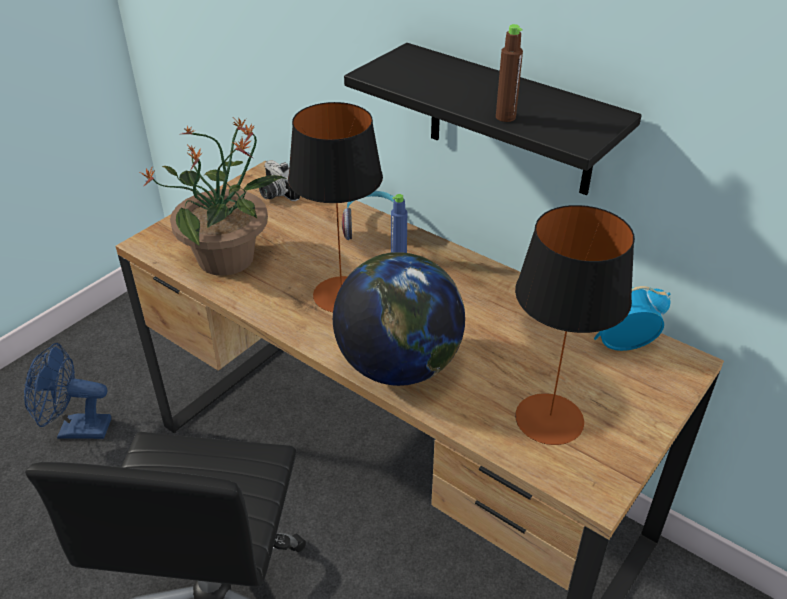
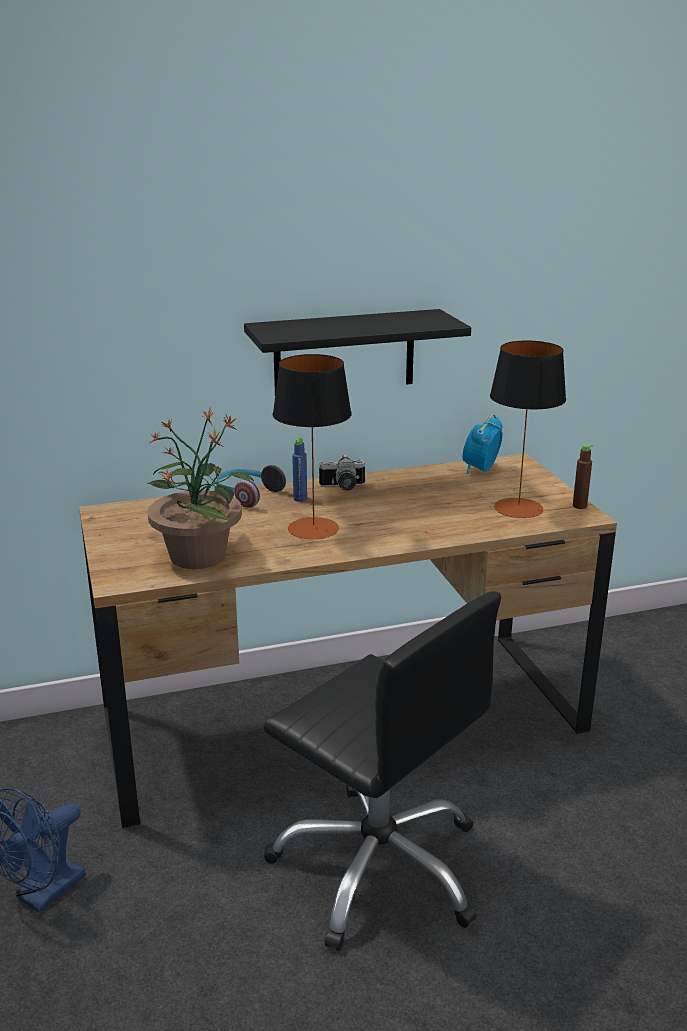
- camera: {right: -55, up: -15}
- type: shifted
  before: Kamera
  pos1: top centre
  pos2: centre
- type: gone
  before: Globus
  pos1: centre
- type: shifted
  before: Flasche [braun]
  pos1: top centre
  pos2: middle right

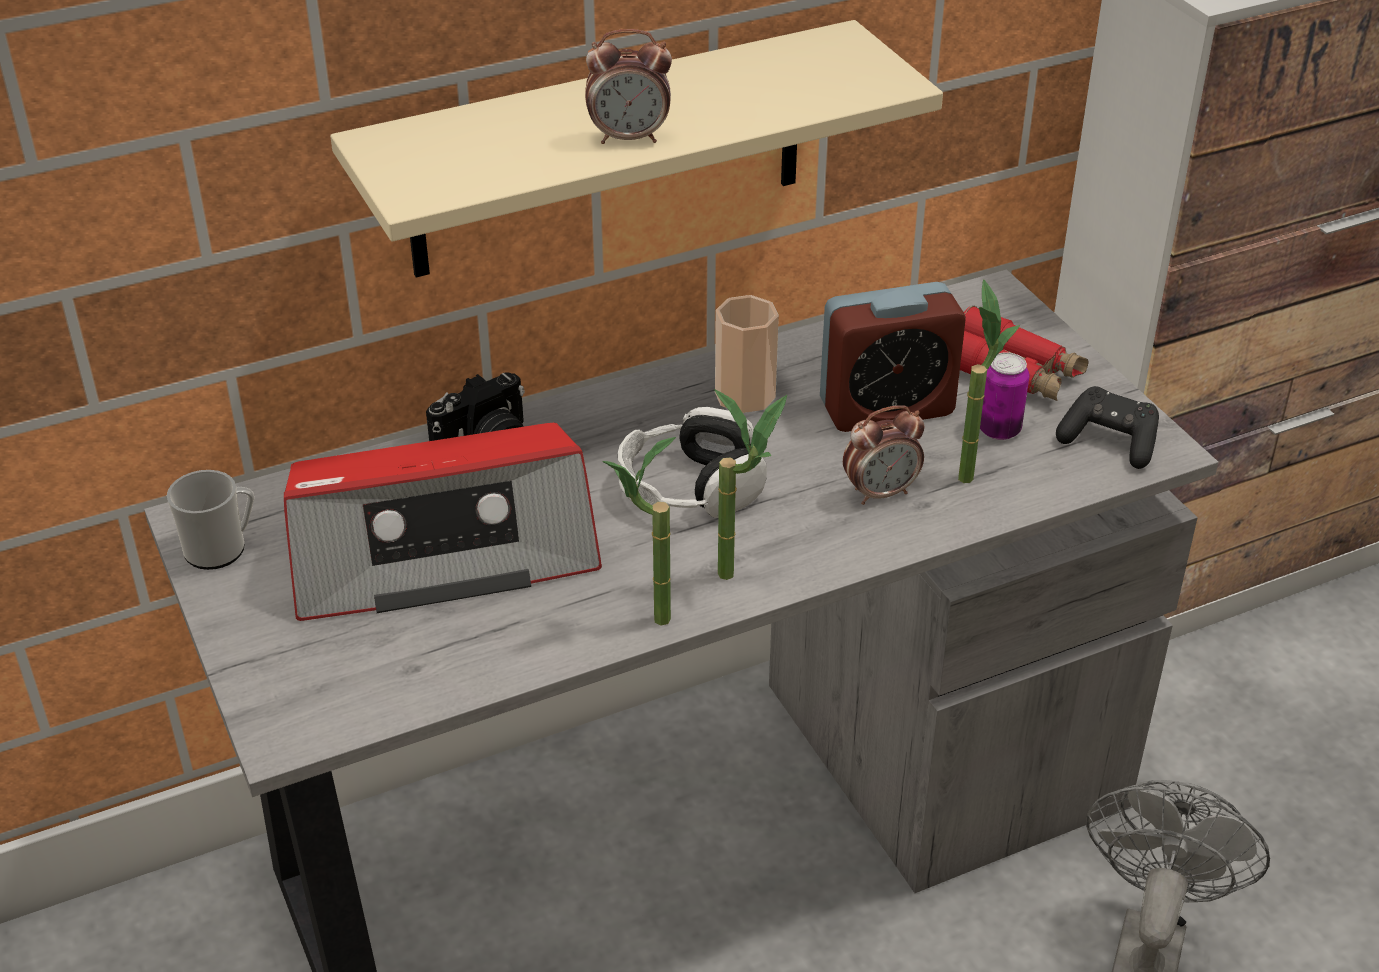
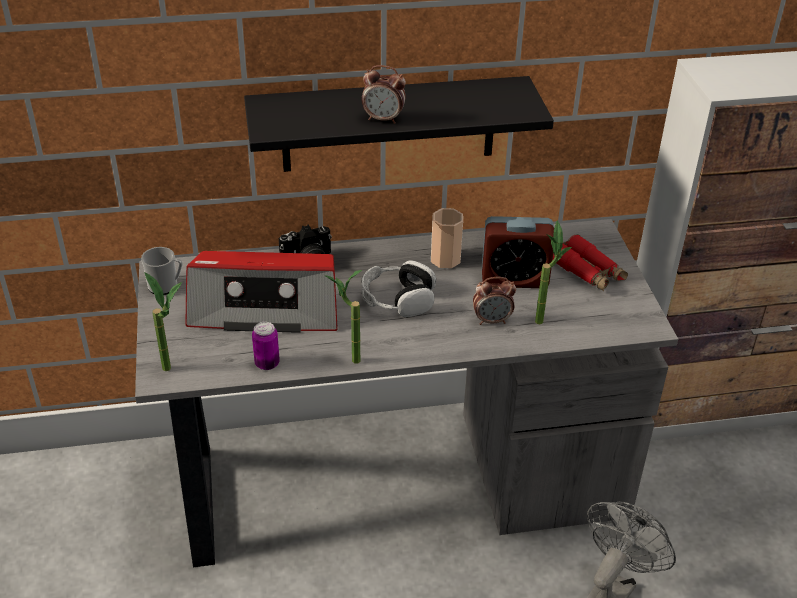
- camera: {right: 15, up: 0}
- type: repainted
  before: Wandregal [beige]
  after: Wandregal [schwarz]
  pos1: top centre
  pos2: top centre
- type: shifted
  before: Topfpflanze (no. 2 from left in the first image)
  after: Topfpflanze (no. 1 from left)
  pos1: centre
  pos2: middle left
- type: shifted
  before: Dose
  pos1: middle right
  pos2: centre
- type: gone
  before: Gamepad [schwarz]
  pos1: middle right

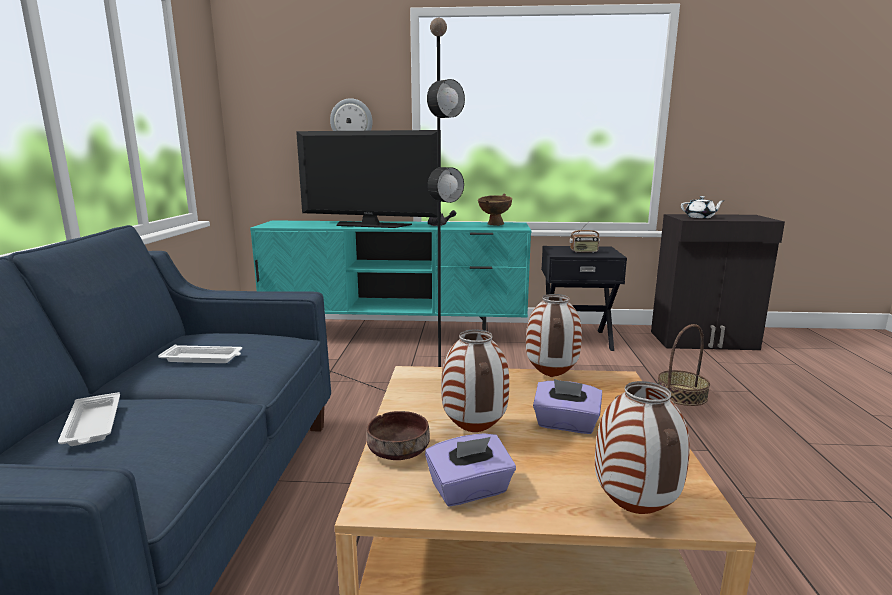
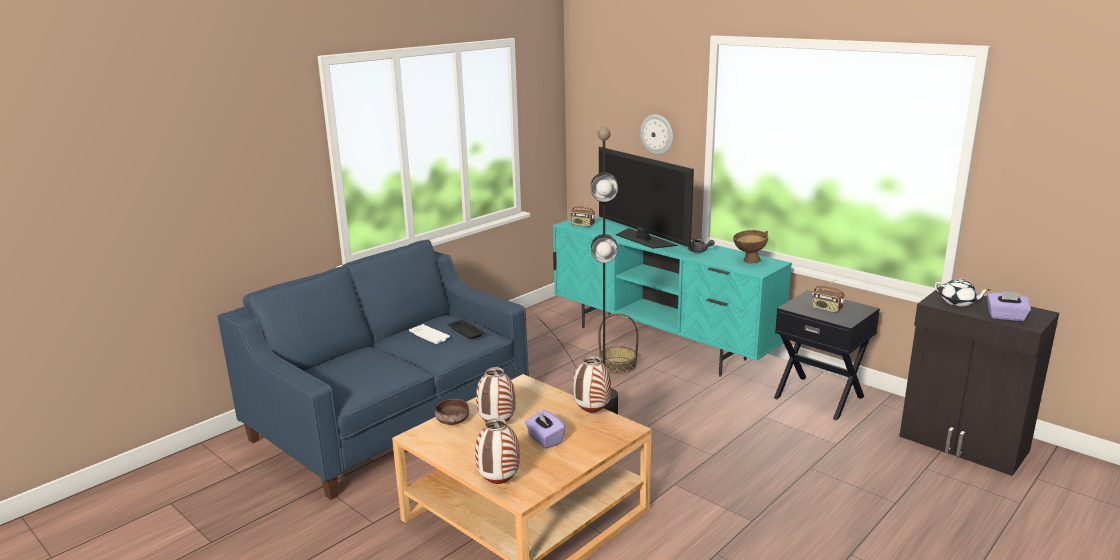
- camera: {right: 40, up: 5}
- type: gone
  before: Tablett [weiß] (no. 1 from left)
  pos1: bottom left
- type: shifted
  before: Taschentuchbox [lila] (no. 1 from left in the first image)
  after: Taschentuchbox [lila] (no. 2 from left)
  pos1: bottom centre
  pos2: middle right
- type: shifted
  before: Korb
  pos1: middle right
  pos2: centre
- type: new
  after: Tablett [schwarz]
  pos2: centre
- type: new
  after: Radio (no. 1 from left)
  pos2: centre

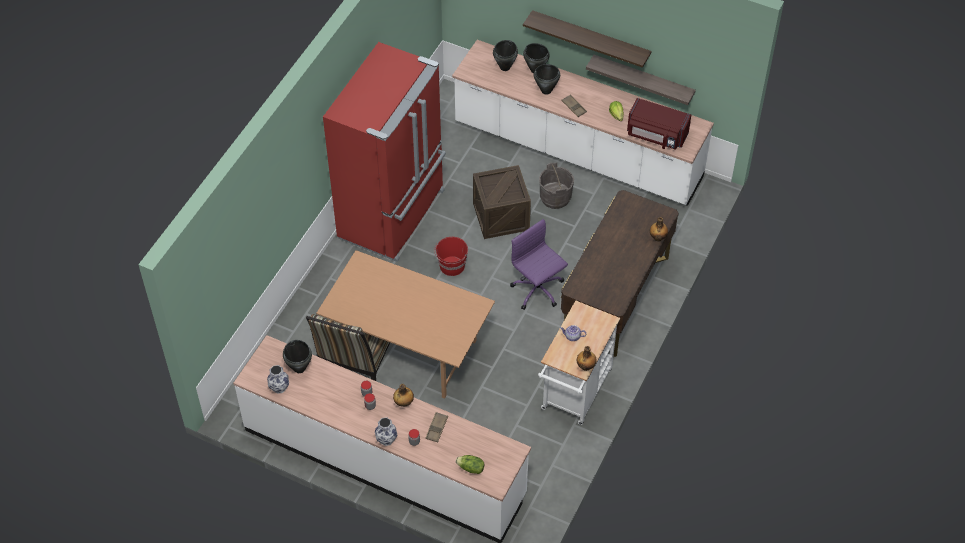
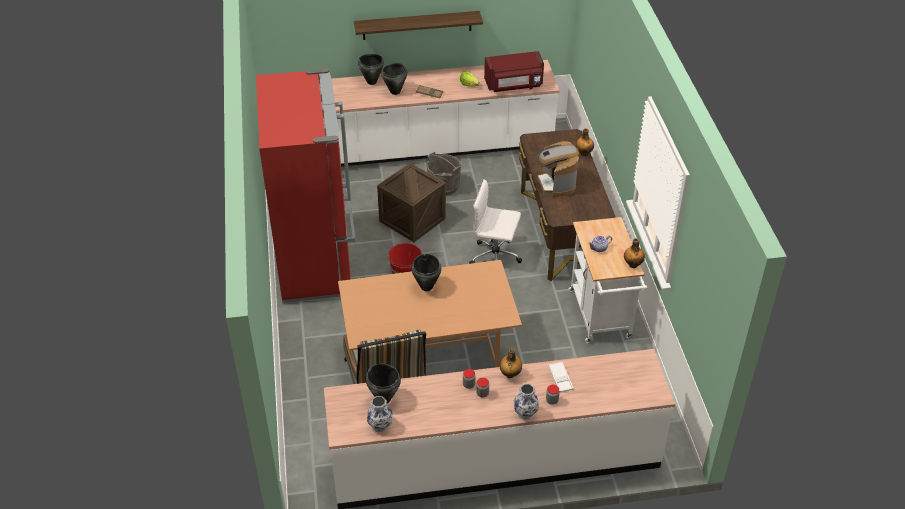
- camera: {right: -35, up: -10}
- type: repainted
  before: Tablett [braun] (no. 1 from left)
  after: Tablett [weiß]
  pos1: bottom centre
  pos2: bottom centre
- type: gone
  before: Salatkopf (no. 1 from left)
  pos1: bottom centre
- type: shifted
  before: Kochtopf [schwarz] (no. 2 from left in the first image)
  after: Kochtopf [schwarz] (no. 4 from left)
  pos1: top centre
  pos2: centre
- type: repainted
  before: Bürostuhl [lila]
  after: Bürostuhl [weiß]
  pos1: centre
  pos2: centre
- type: gone
  before: Wandregal (no. 2 from left)
  pos1: top centre
- type: new
  after: Kaffeemaschine
  pos2: top centre

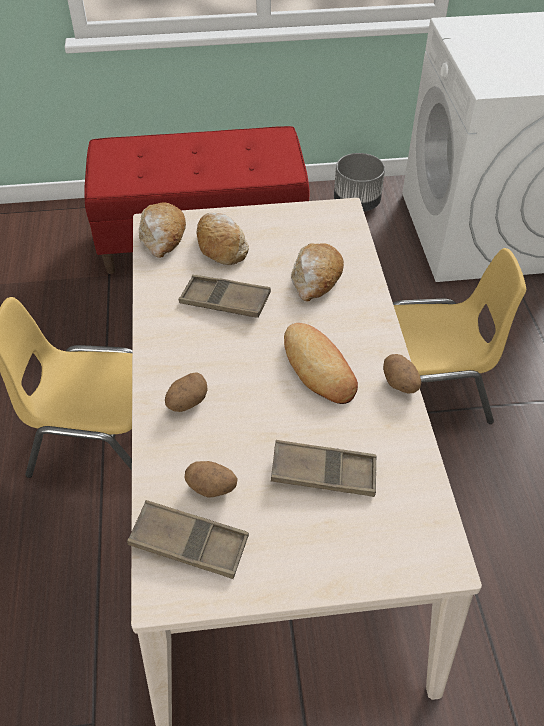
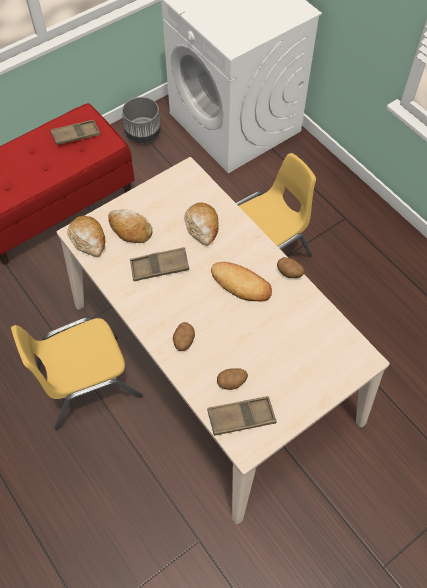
- camera: {right: -30, up: 10}
- type: shifted
  before: Tablett [braun] (no. 3 from left in the first image)
  after: Tablett [braun] (no. 1 from left)
  pos1: centre
  pos2: top left

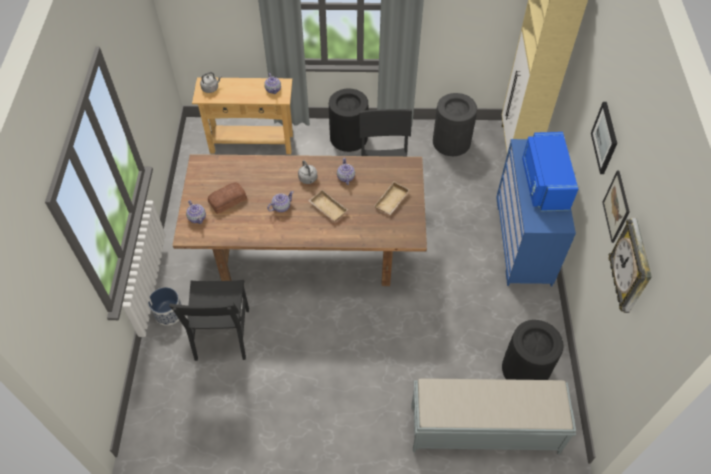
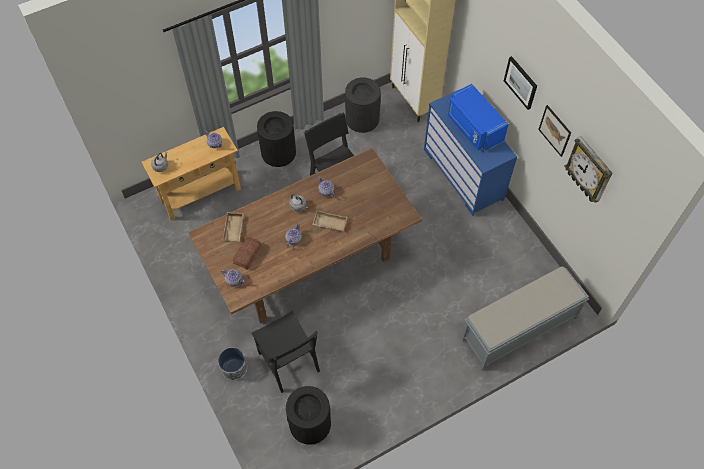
- camera: {right: -30, up: 5}
- type: shifted
  before: Tablett [beige] (no. 2 from left in the first image)
  after: Tablett [beige] (no. 1 from left)
  pos1: centre
  pos2: middle left
- type: shifted
  before: Mülleimer [schwarz] (no. 3 from left in the first image)
  after: Mülleimer [schwarz] (no. 2 from left)
  pos1: bottom right
  pos2: bottom centre

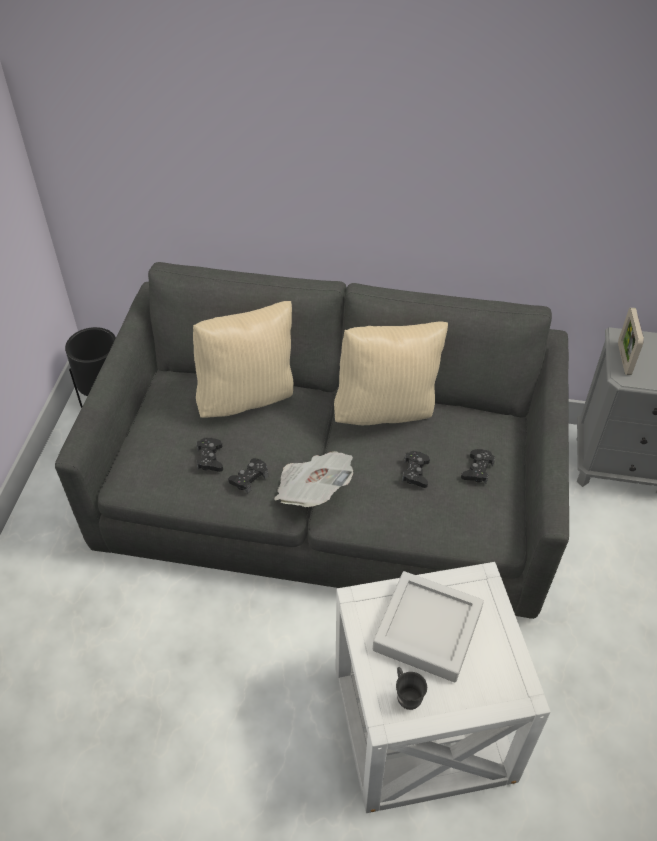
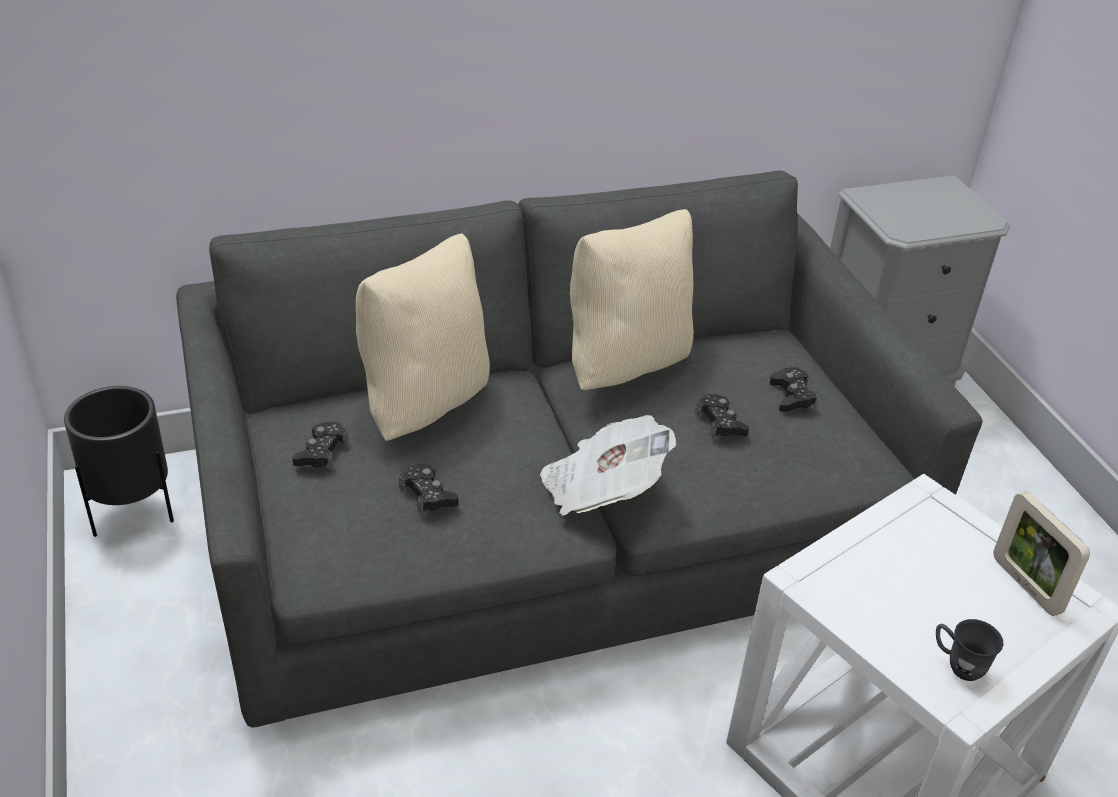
- camera: {right: -30, up: -10}
- type: shifted
  before: Gamepad [schwarz] (no. 2 from left in the first image)
  after: Gamepad [schwarz] (no. 1 from left)
  pos1: centre
  pos2: middle left
- type: gone
  before: Tablett [grau]
  pos1: bottom centre
- type: shifted
  before: Bilderrahmen
  pos1: middle right
  pos2: bottom right

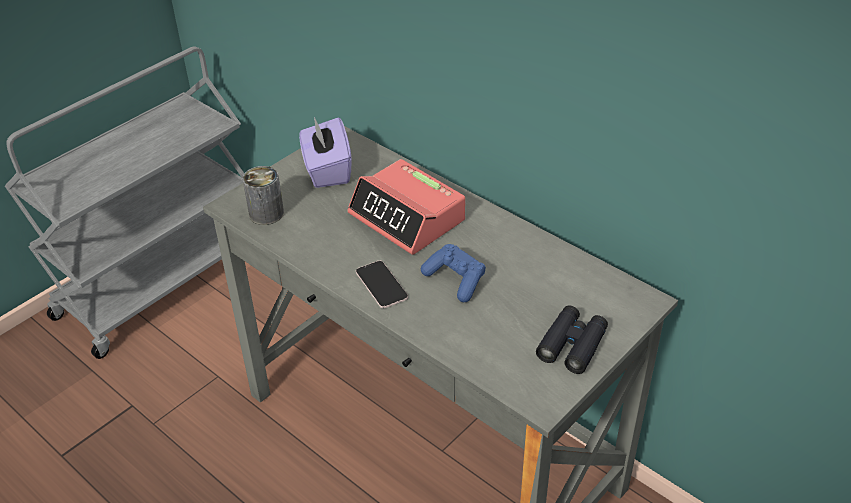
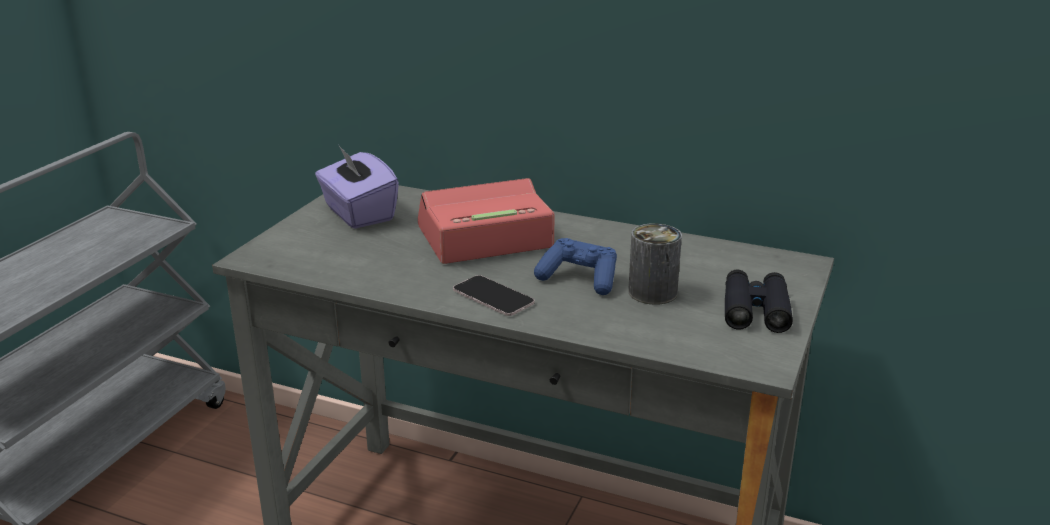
- camera: {right: -20, up: -15}
- type: shifted
  before: Dose
  pos1: middle left
  pos2: centre
- type: rotated
  before: Wecker
  pos1: centre
  pos2: centre
  turn: 135

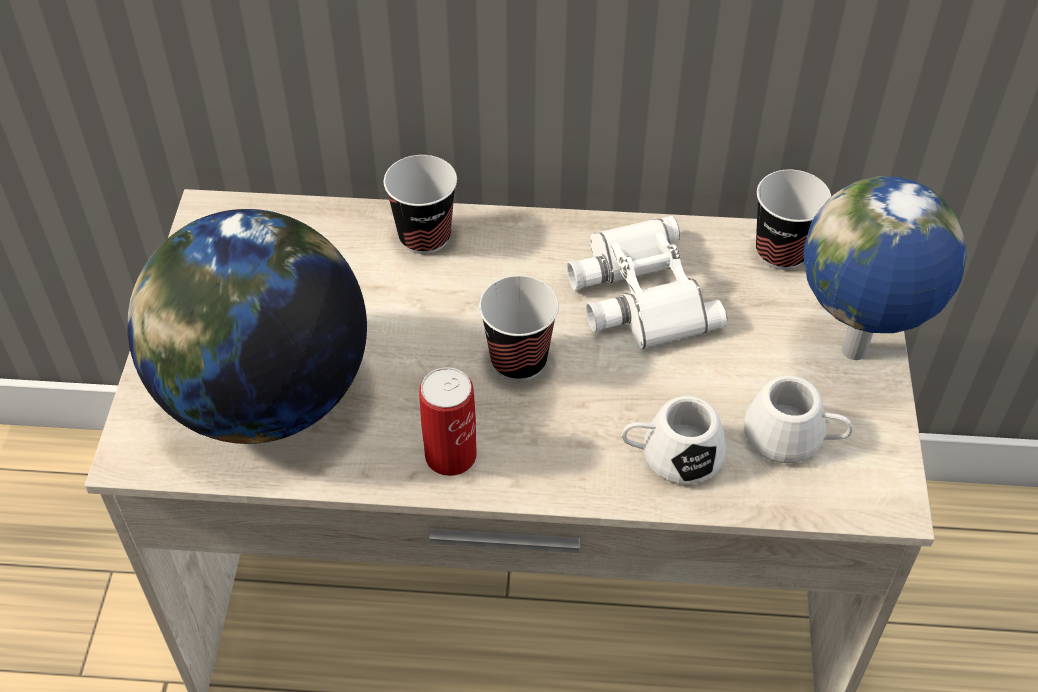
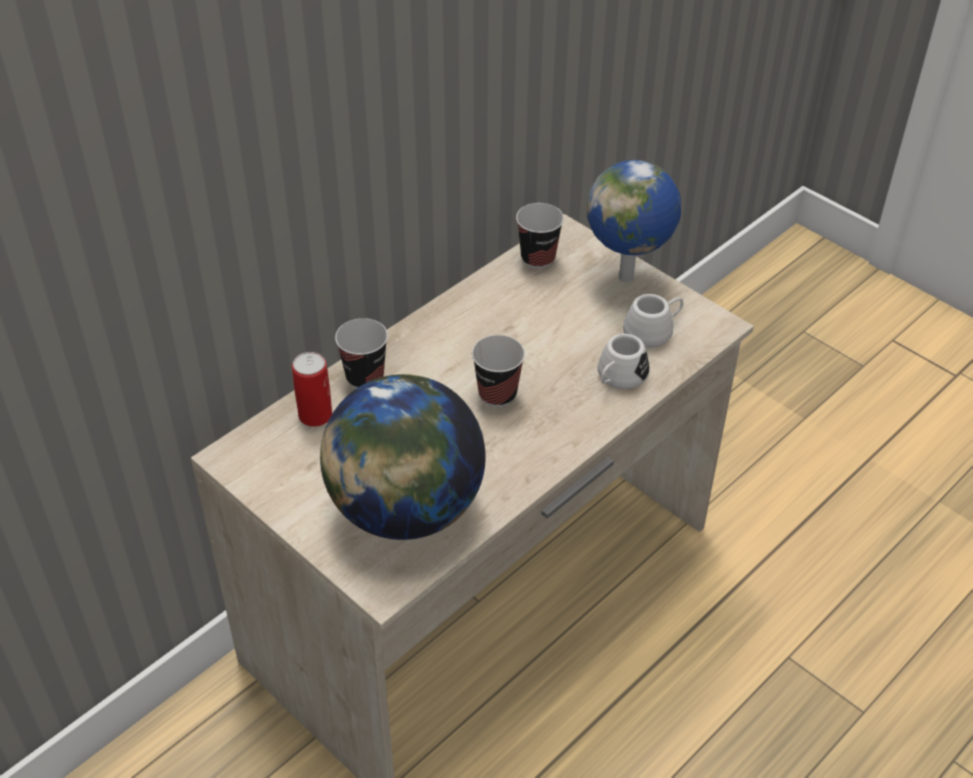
- camera: {right: -50, up: -5}
- type: shifted
  before: Dose
  pos1: centre
  pos2: middle left
- type: gone
  before: Fernglas [weiß]
  pos1: centre

